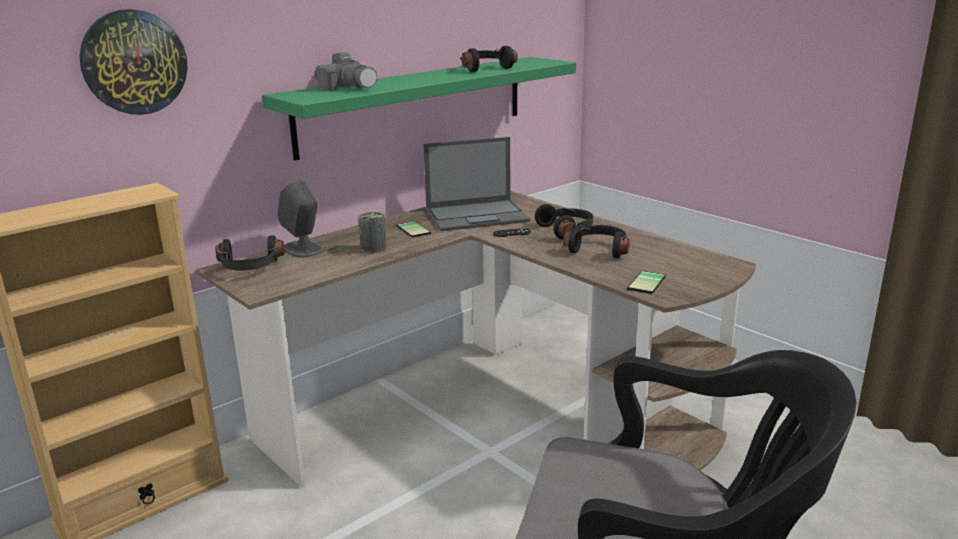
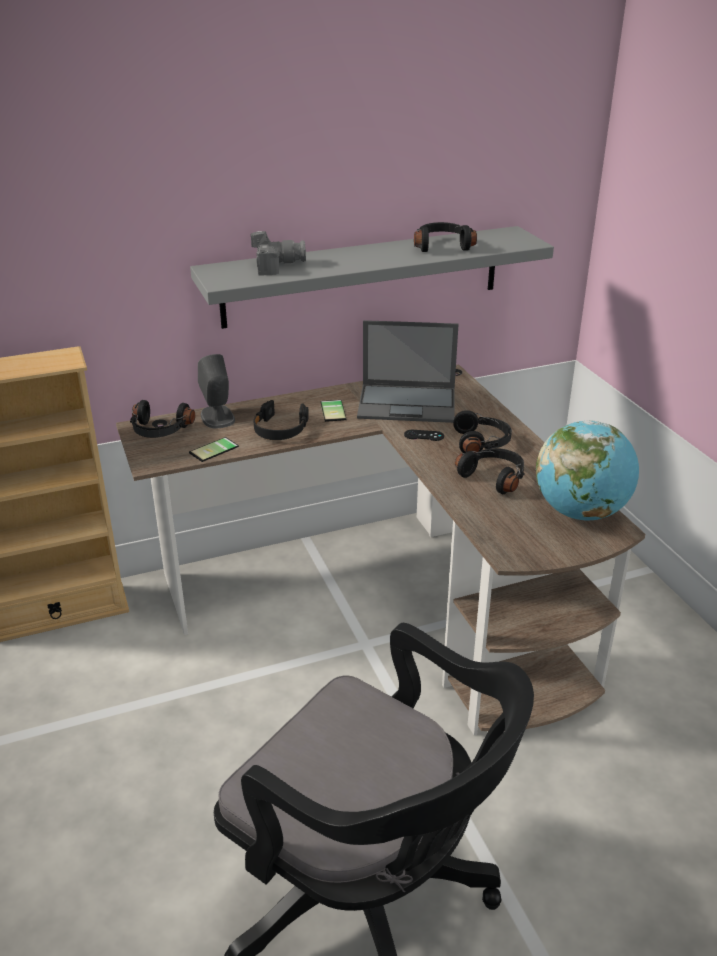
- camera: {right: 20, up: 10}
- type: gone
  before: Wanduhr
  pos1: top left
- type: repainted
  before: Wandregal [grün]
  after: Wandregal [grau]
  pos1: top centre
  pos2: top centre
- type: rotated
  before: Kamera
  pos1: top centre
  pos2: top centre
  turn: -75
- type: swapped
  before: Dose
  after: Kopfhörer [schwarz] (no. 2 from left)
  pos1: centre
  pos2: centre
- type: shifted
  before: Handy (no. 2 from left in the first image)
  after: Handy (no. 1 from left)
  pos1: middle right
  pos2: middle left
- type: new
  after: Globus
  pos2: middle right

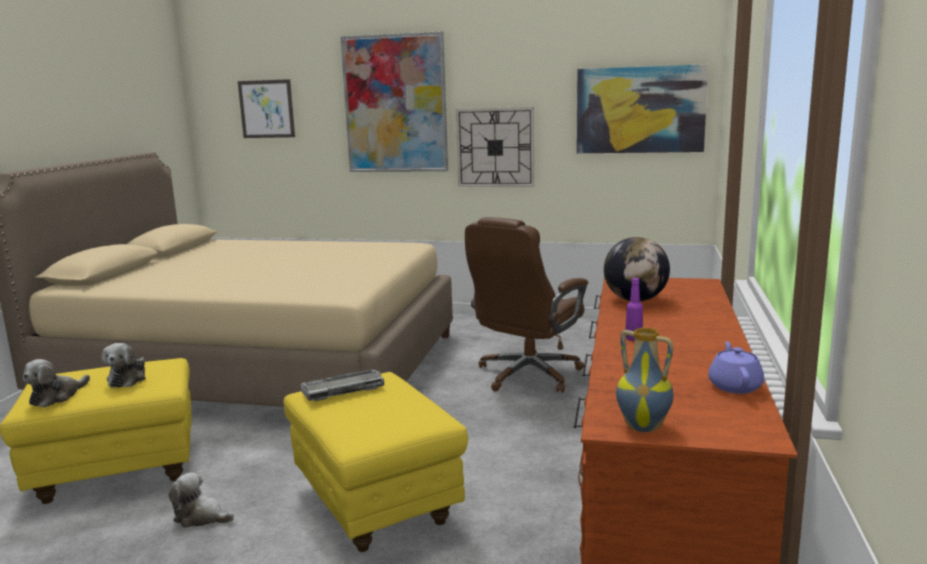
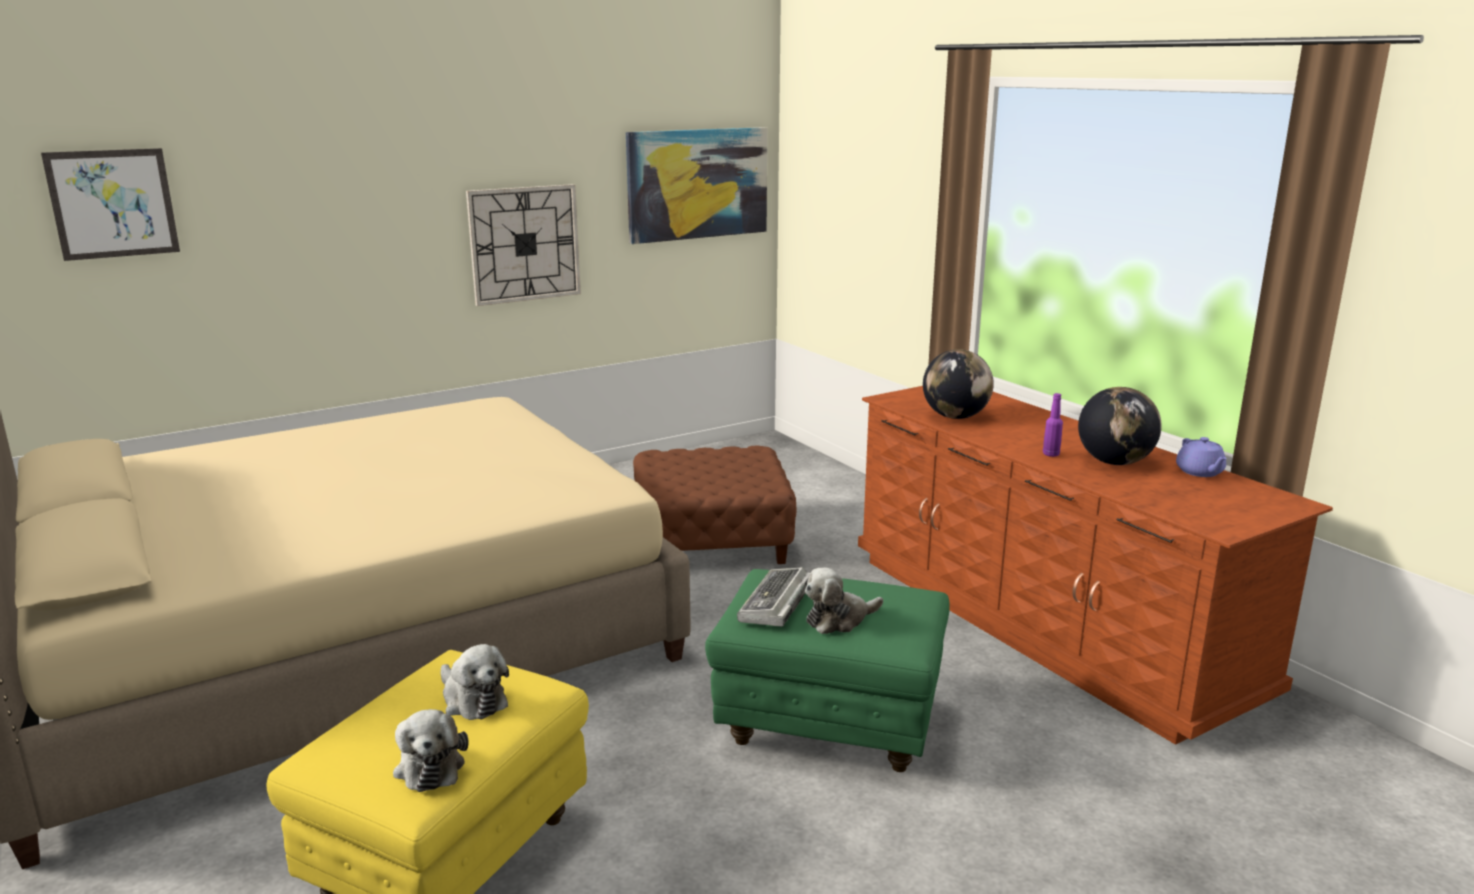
- camera: {right: -45, up: 5}
- type: shifted
  before: Plüschtier (no. 3 from left)
  pos1: bottom left
  pos2: bottom centre
- type: repainted
  before: Polsterhocker [gelb] (no. 2 from left)
  after: Polsterhocker [grün]
  pos1: bottom centre
  pos2: bottom centre
- type: gone
  before: Bild (no. 2 from left)
  pos1: top centre
- type: swapped
  before: Bürostuhl [braun]
  after: Polsterhocker [braun]
  pos1: centre
  pos2: centre
- type: gone
  before: Vase
  pos1: bottom right
- type: rotated
  before: Teekanne [lila]
  pos1: middle right
  pos2: middle right
  turn: -150
- type: new
  after: Globus (no. 2 from left)
  pos2: middle right

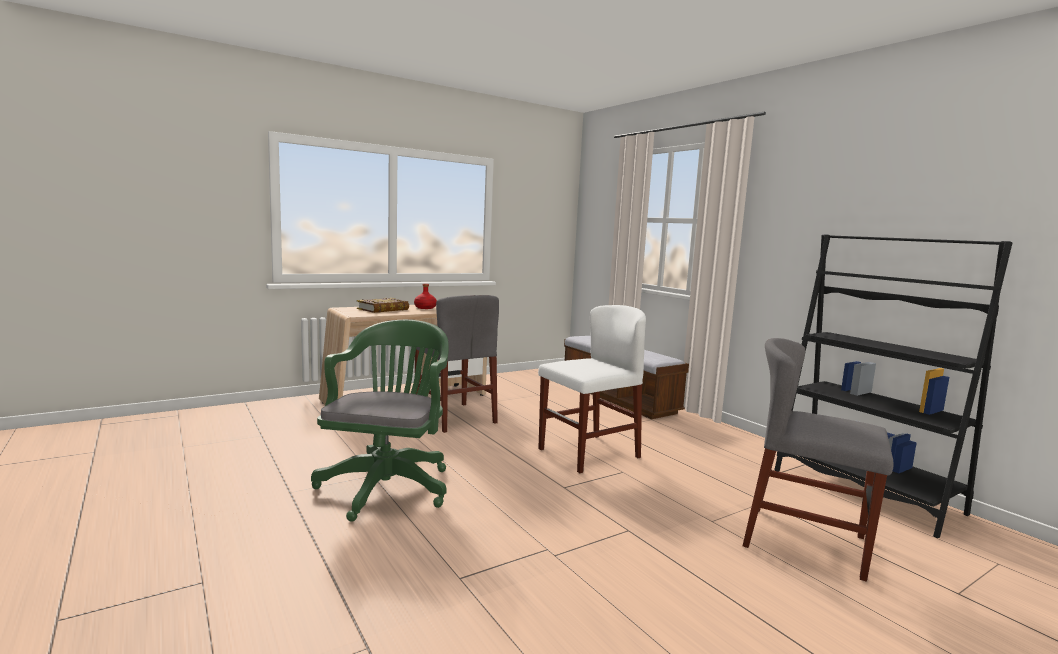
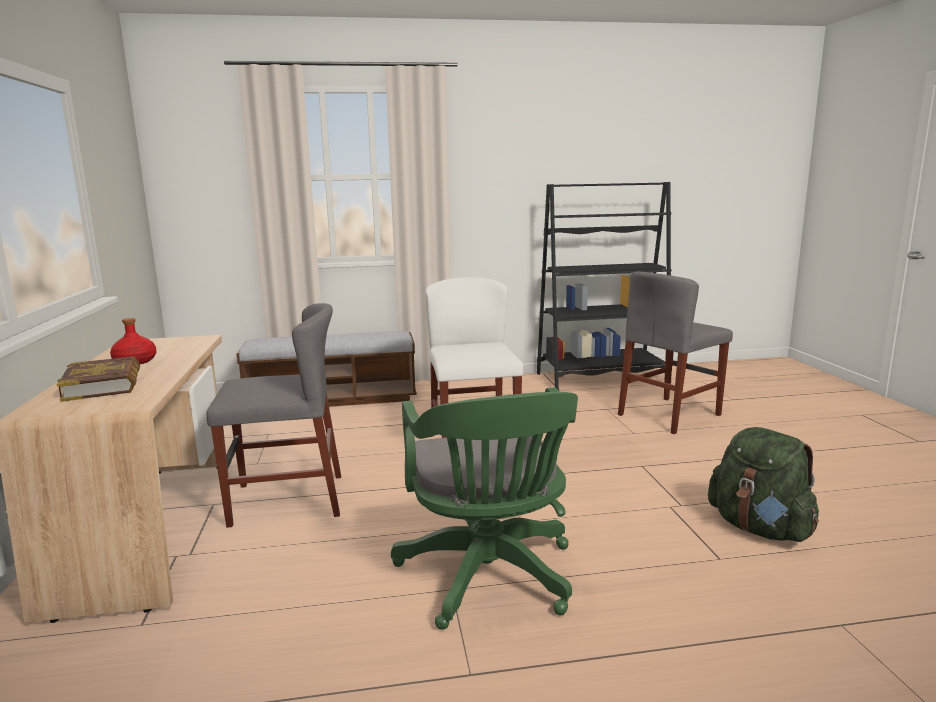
- camera: {right: -65, up: 5}
- type: rotated
  before: Bürostuhl [grün]
  pos1: centre
  pos2: bottom centre
  turn: -135
- type: new
  after: Rucksack [grün]
  pos2: bottom right

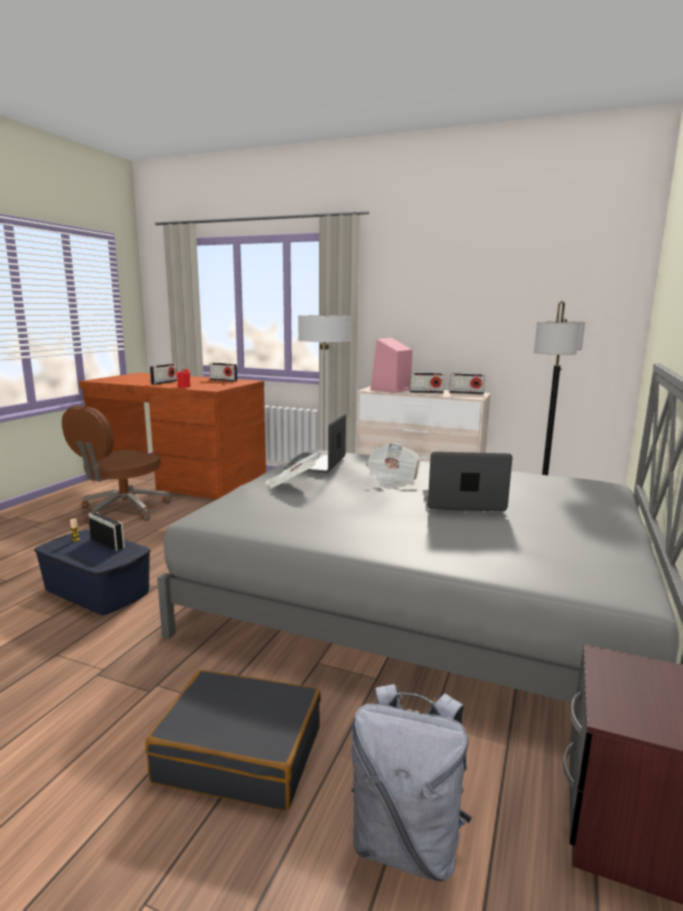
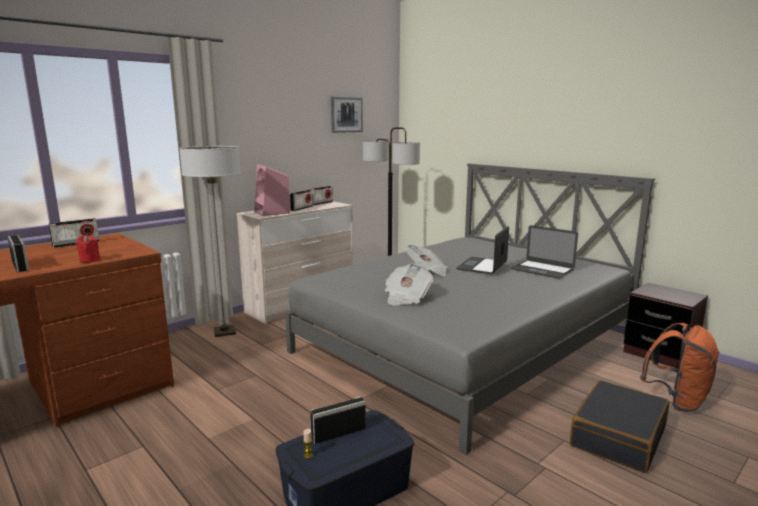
- camera: {right: -65, up: 0}
- type: gone
  before: Bürostuhl [braun]
  pos1: middle left
- type: shifted
  before: Laptop (no. 1 from left in the first image)
  after: Laptop (no. 2 from left)
  pos1: centre
  pos2: middle right
- type: repainted
  before: Rucksack [grau]
  after: Rucksack [orange]
  pos1: bottom centre
  pos2: bottom right
- type: new
  after: Bild
  pos2: top centre

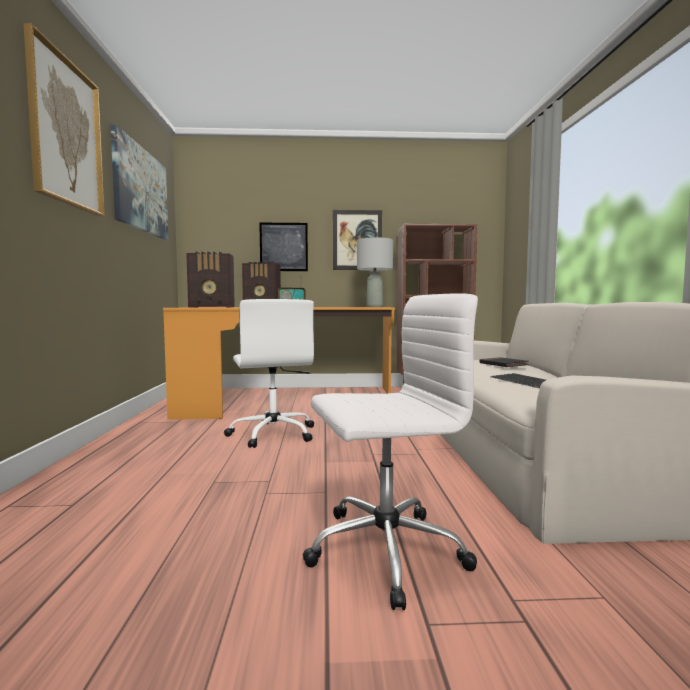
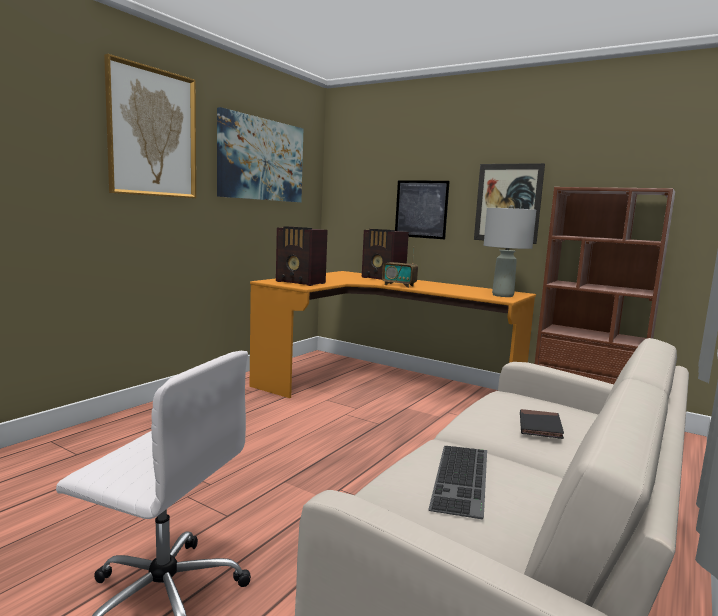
- camera: {right: 35, up: 5}
- type: gone
  before: Bürostuhl [weiß] (no. 1 from left)
  pos1: centre

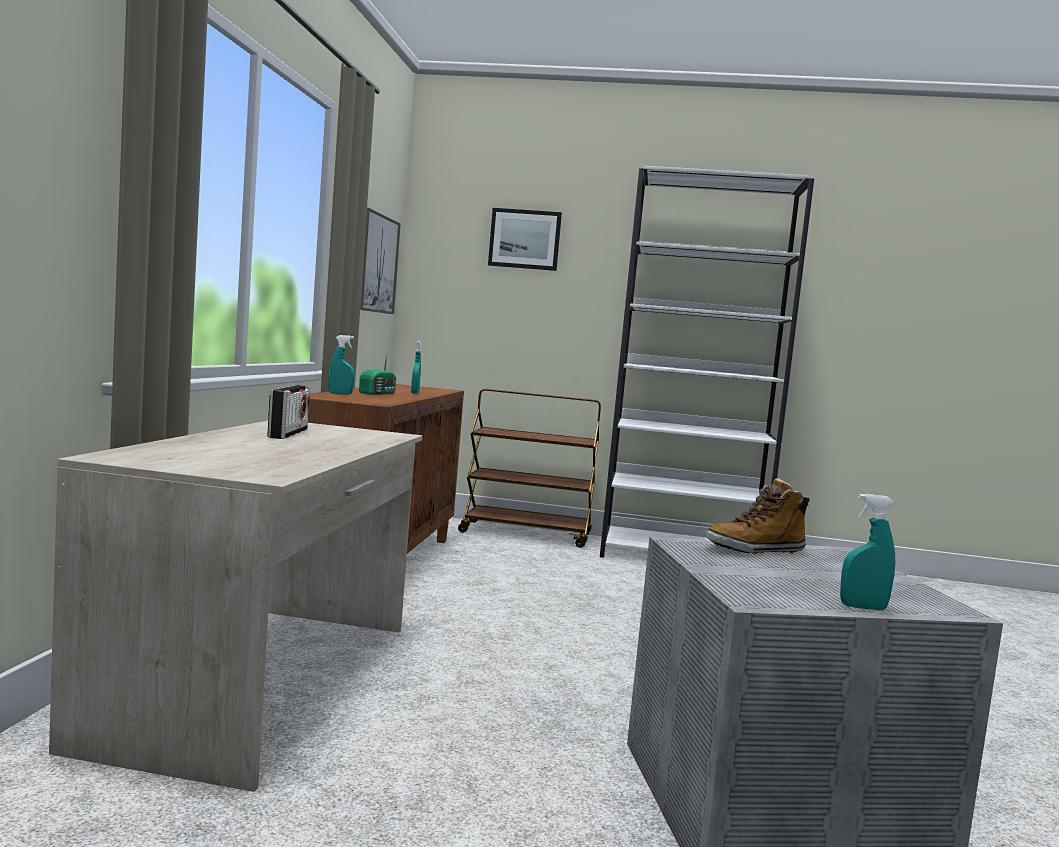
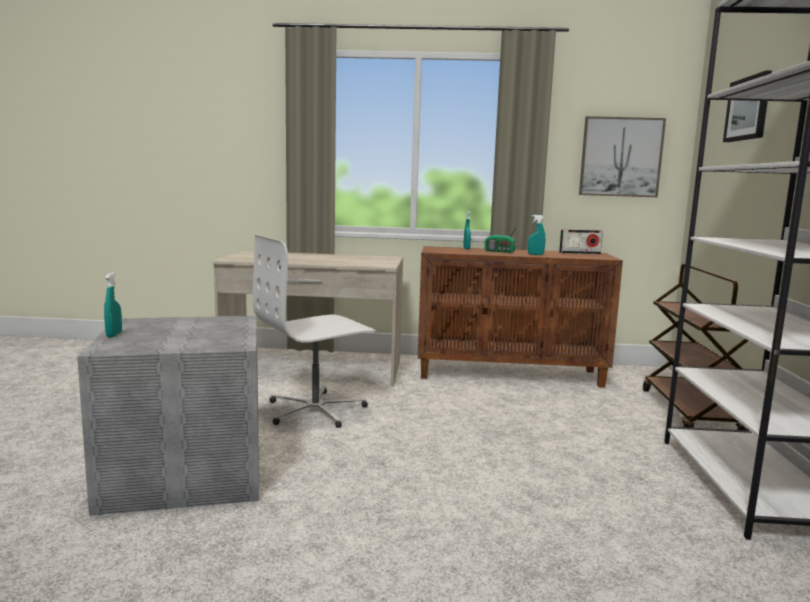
- camera: {right: 85, up: 5}
- type: shifted
  before: Radio (no. 1 from left in the first image)
  after: Radio (no. 2 from left)
  pos1: middle left
  pos2: middle right
- type: gone
  before: Stiefel
  pos1: middle right
- type: new
  after: Bürostuhl [weiß]
  pos2: centre

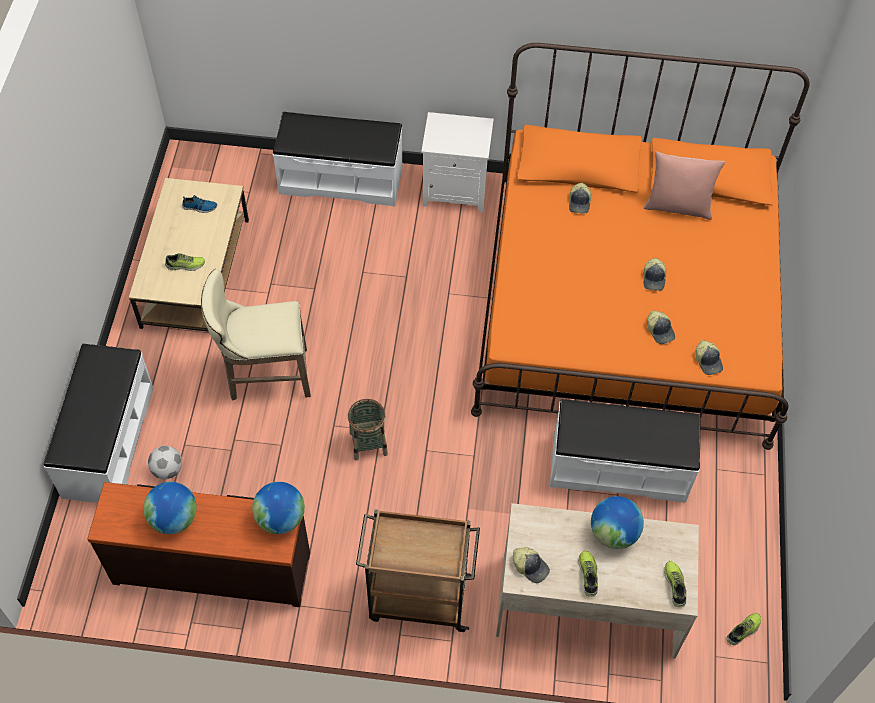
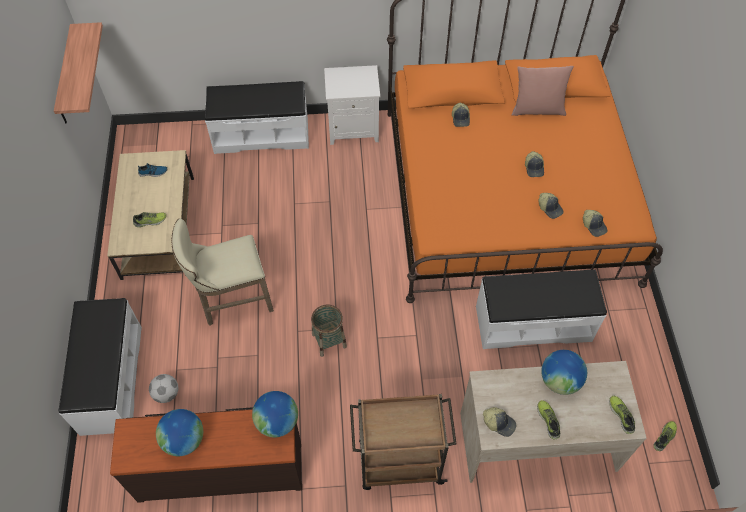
- camera: {right: -10, up: 0}
- type: new
  after: Wandregal
  pos2: top left

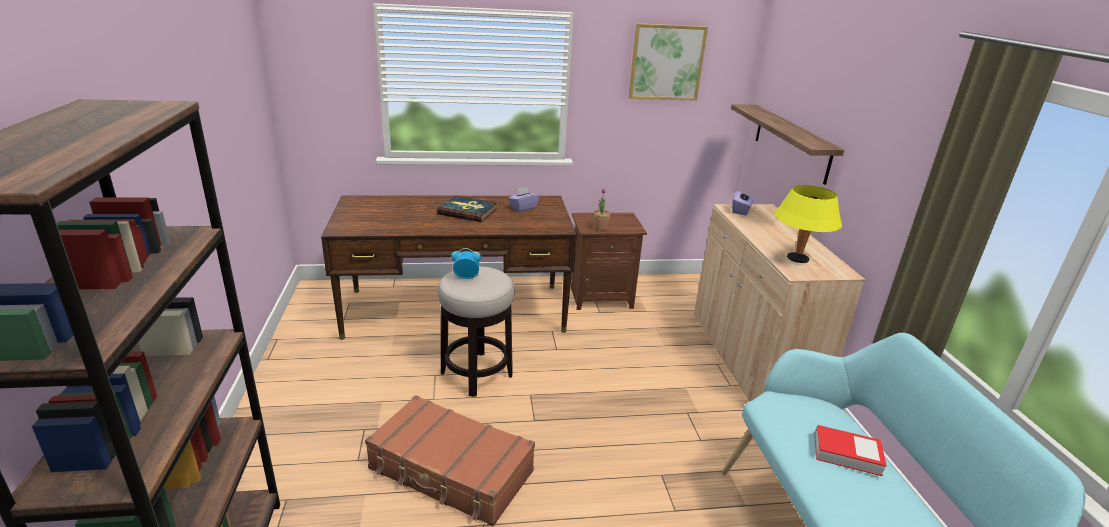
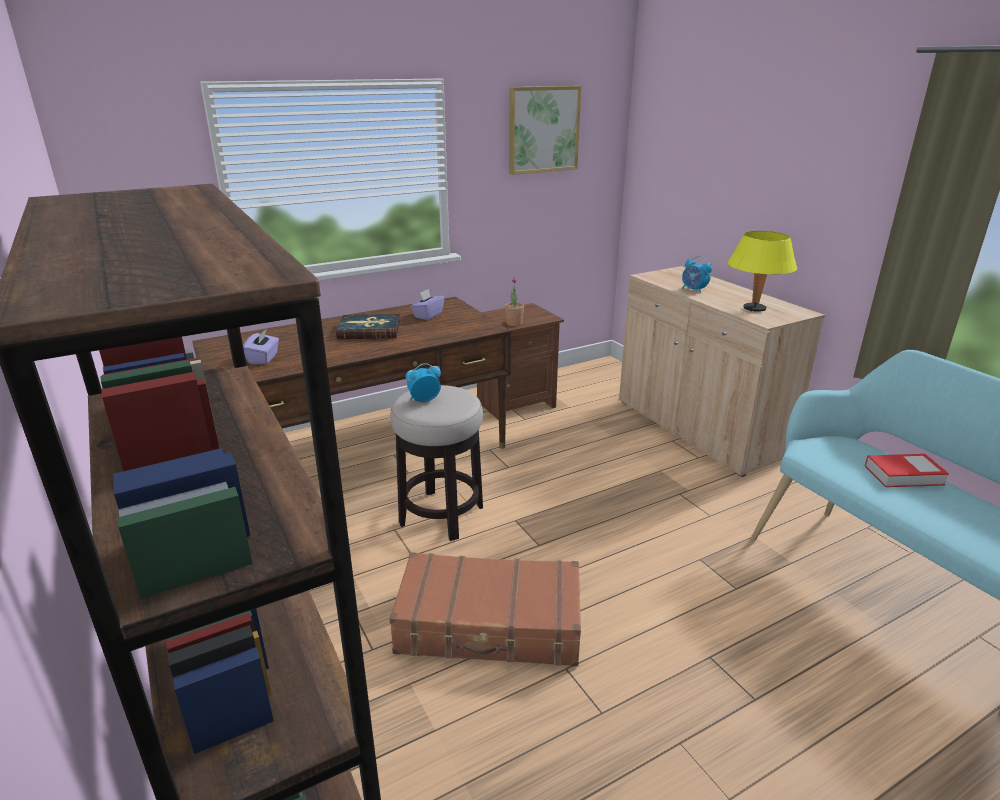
- camera: {right: -20, up: 0}
- type: gone
  before: Wandregal
  pos1: top right
- type: shifted
  before: Taschentuchbox [lila] (no. 2 from left in the first image)
  after: Taschentuchbox [lila] (no. 1 from left)
  pos1: middle right
  pos2: middle left
- type: new
  after: Wecker (no. 2 from left)
  pos2: middle right

